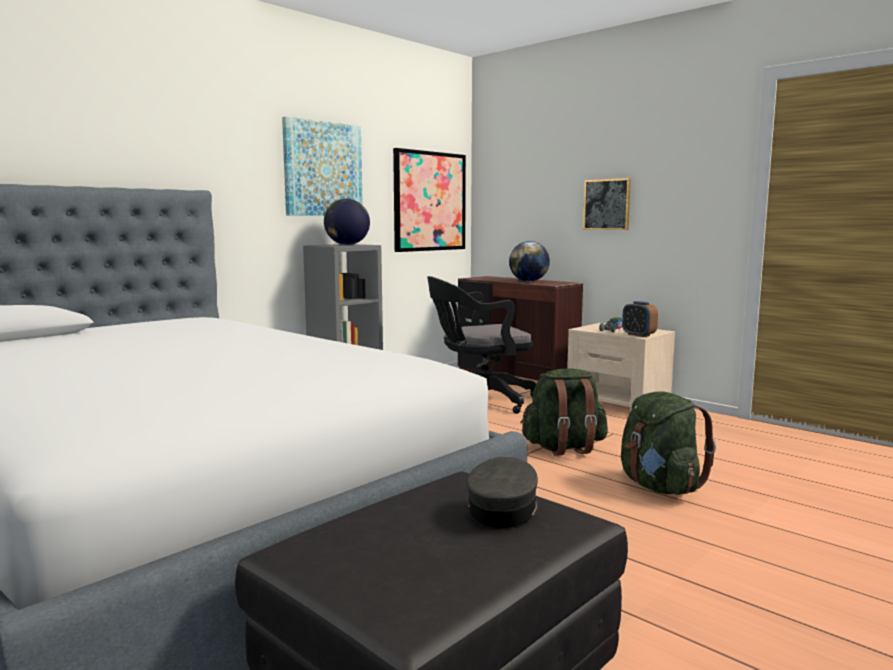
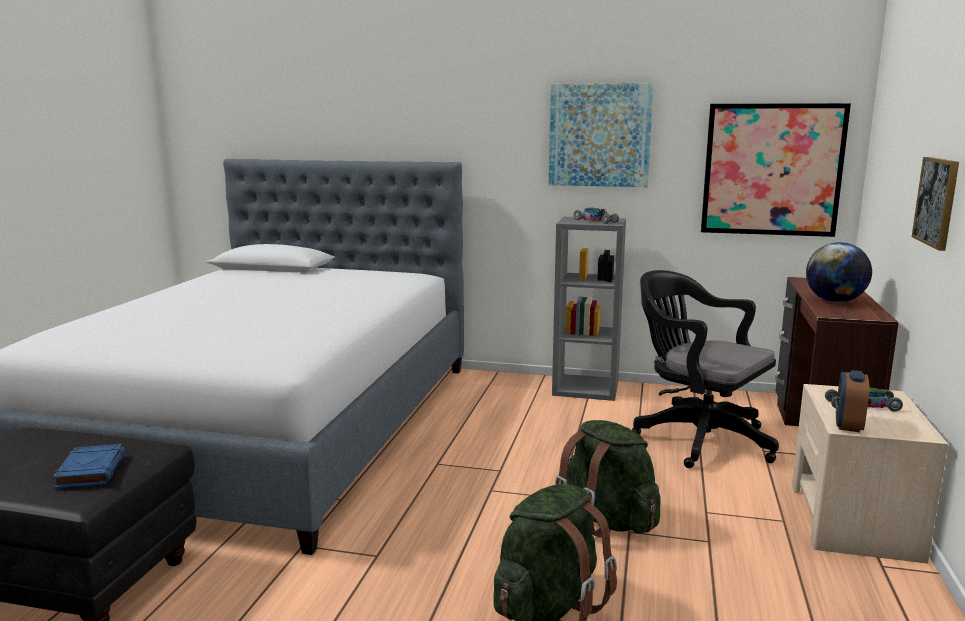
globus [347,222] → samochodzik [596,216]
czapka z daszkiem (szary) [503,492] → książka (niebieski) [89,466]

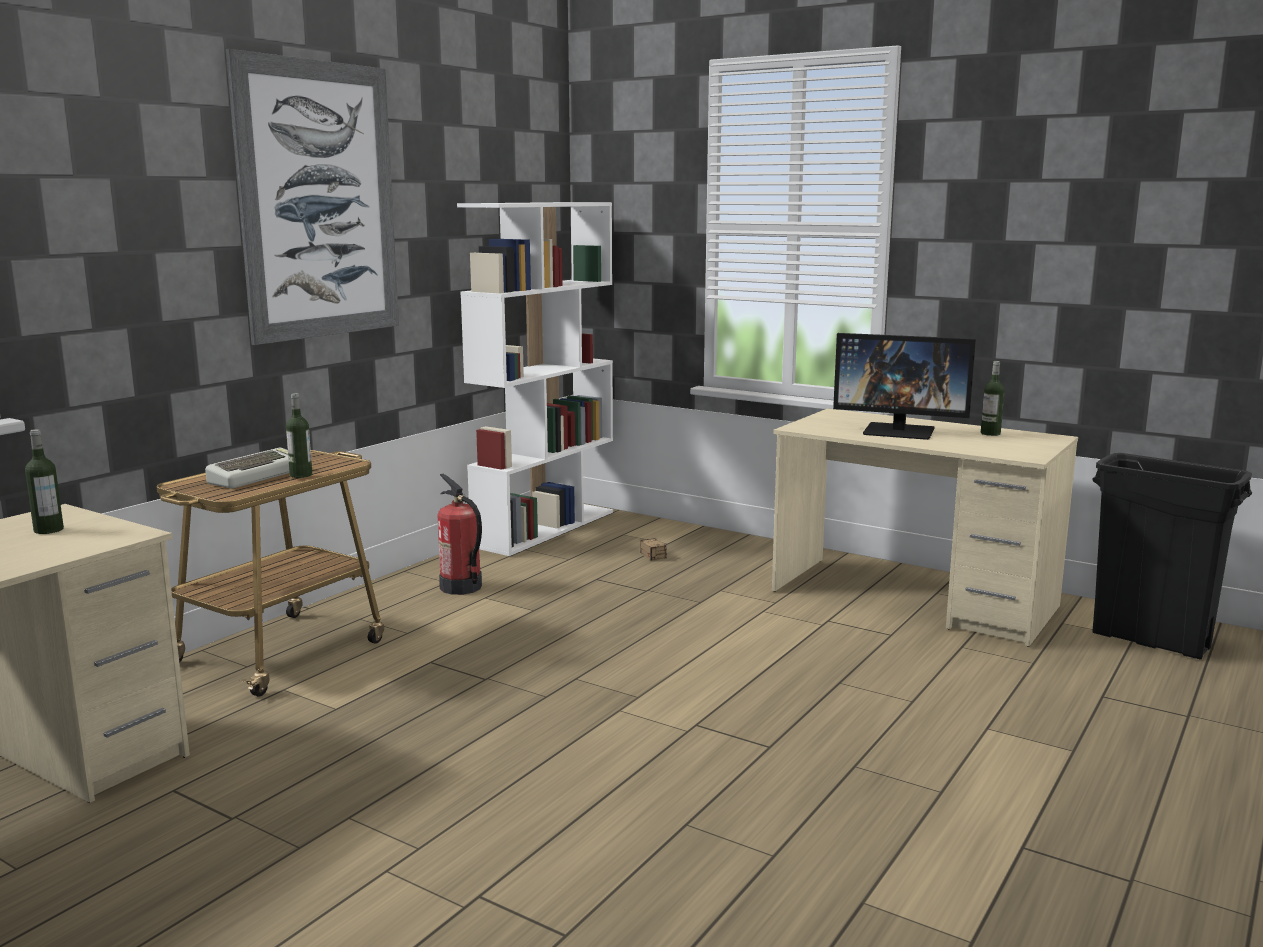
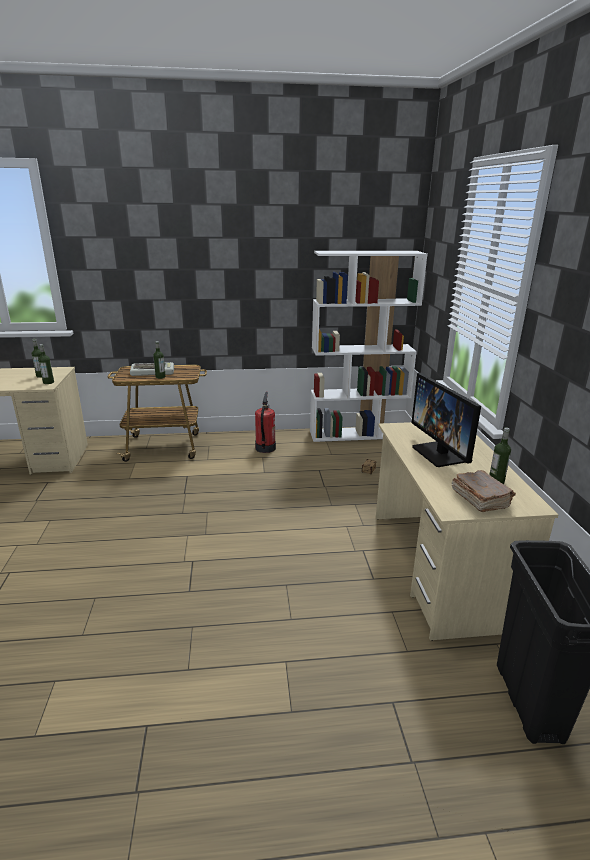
obraz [312,197] → -
- → butelka [46,364]
- → książka (brązowy) [484,491]

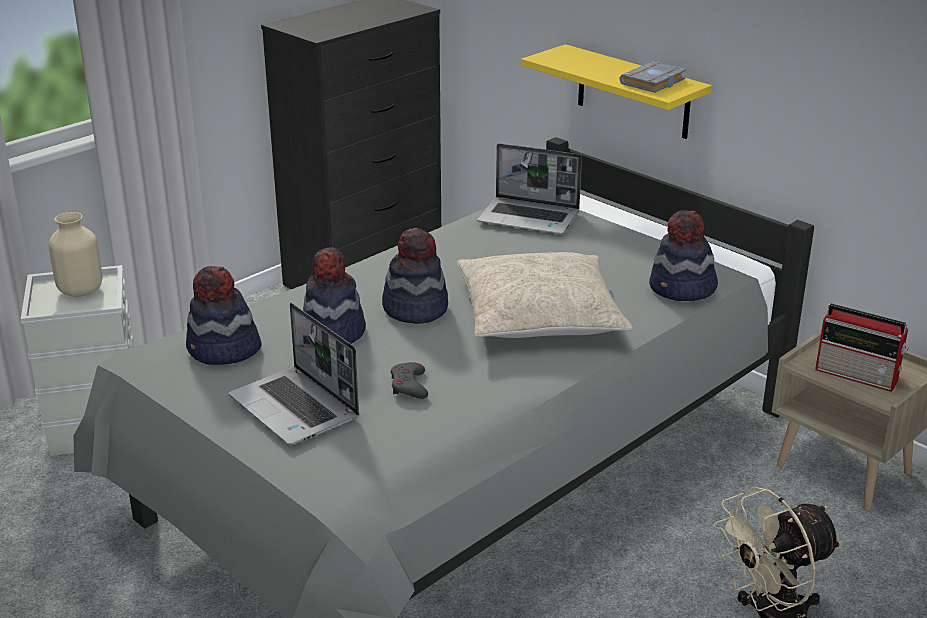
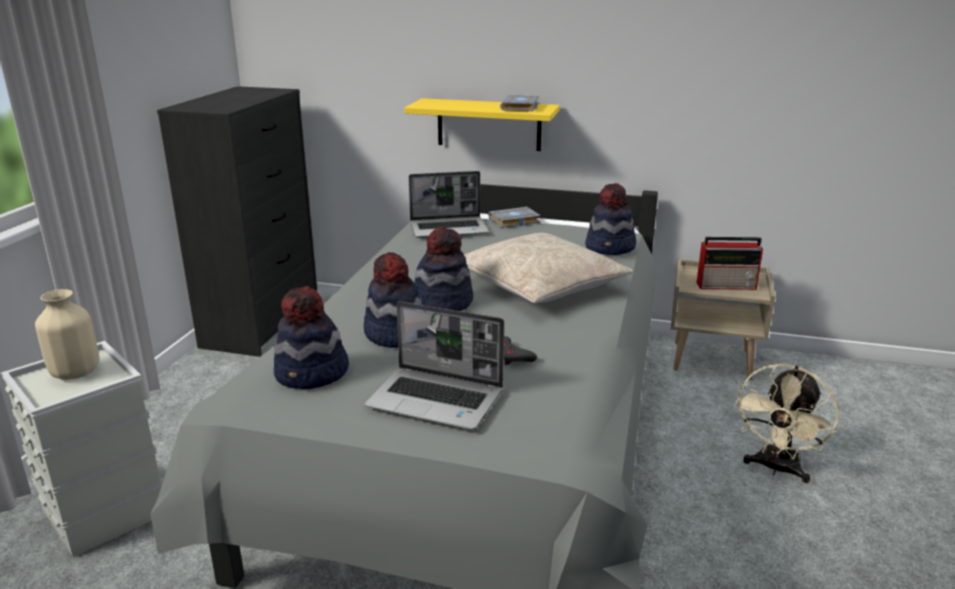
- → książka (szary) [514,217]

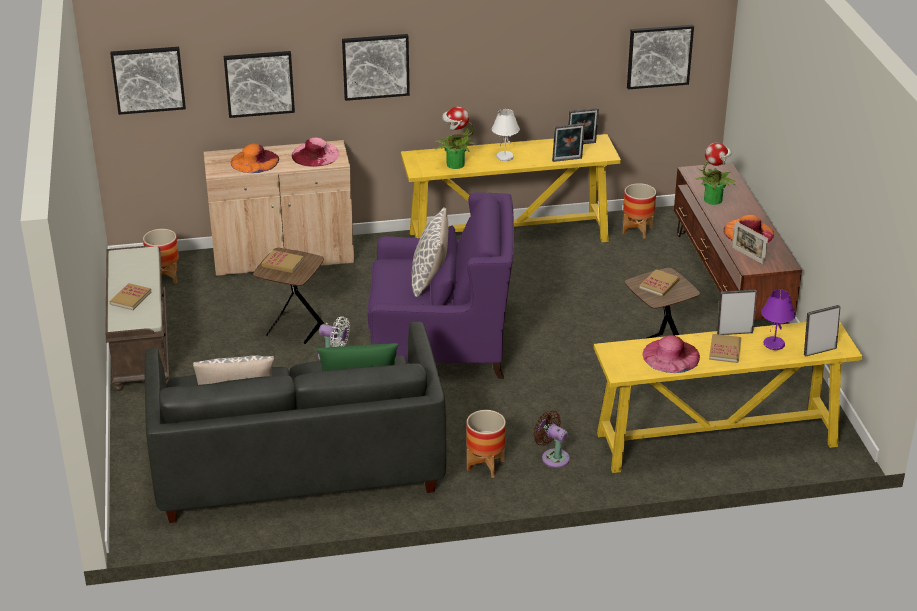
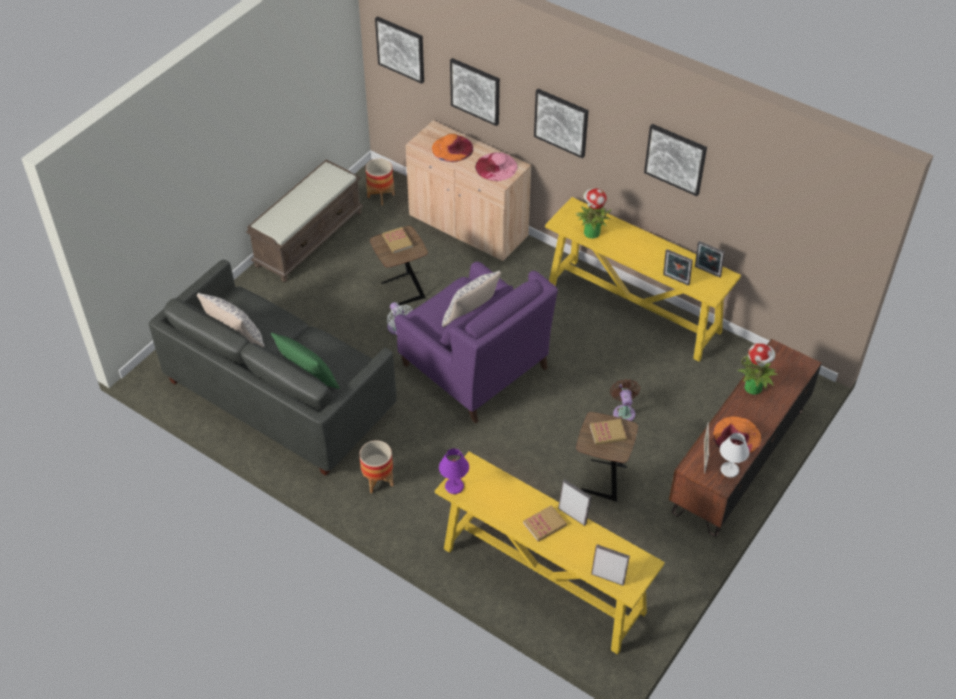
obraz [660,57] → obraz [675,160], shifted
lampa stołowa (biały) [506,135] → lampa stołowa (biały) [734,455], shifted
donica [639,211] → -
książka [130,296] → -
lampa stołowa (fioletowy) [778,319] → lampa stołowa (fioletowy) [454,471], shifted
kapelusz (różowy) [671,354] → -
wentylator (brązowy) [551,439] → wentylator (brązowy) [625,400], shifted

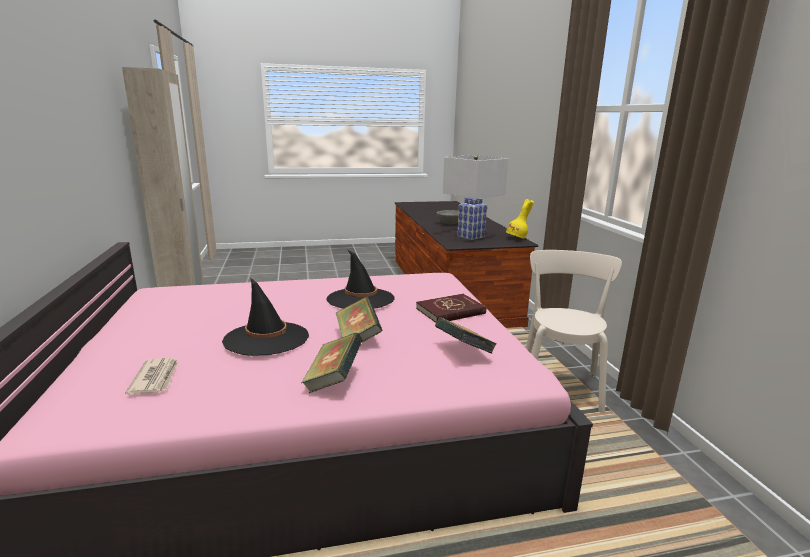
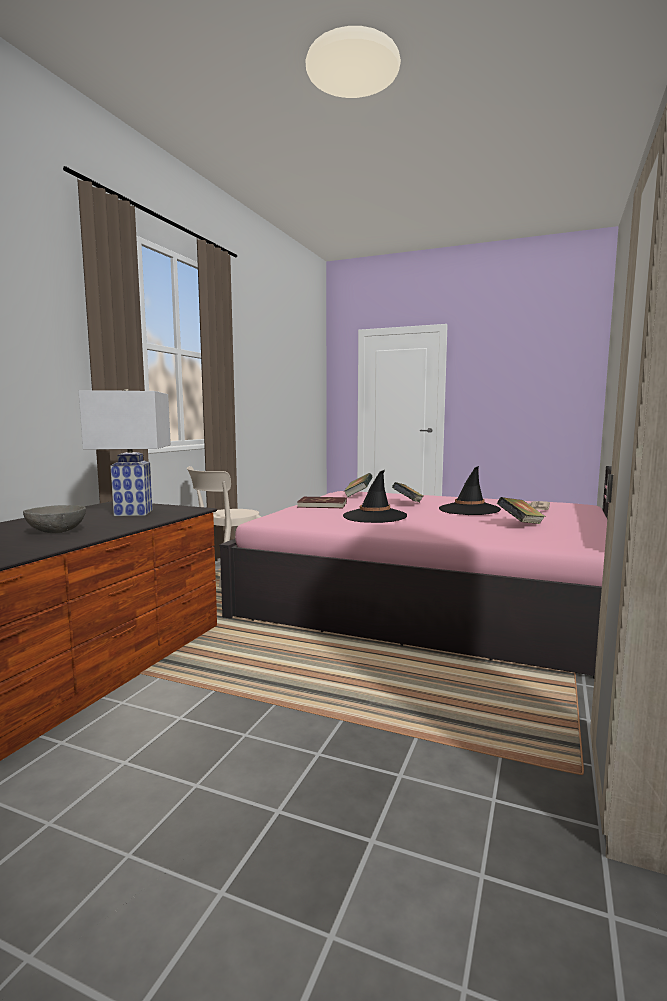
wazon (żółty) [520,219] → -
książka [332,362] → książka [521,510], shifted

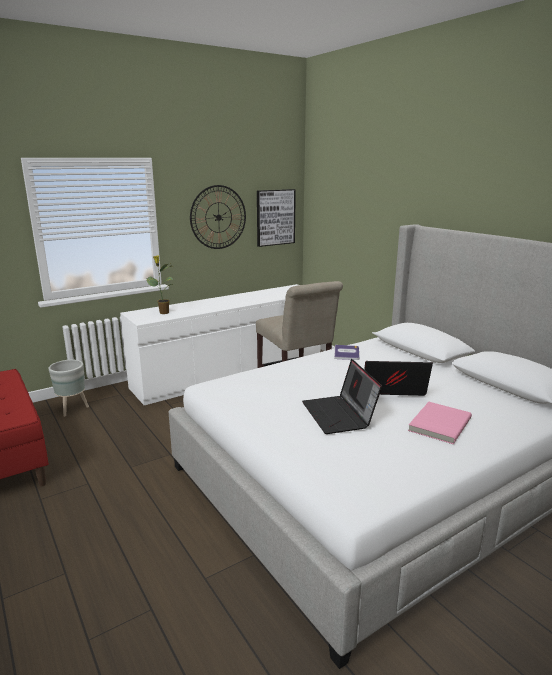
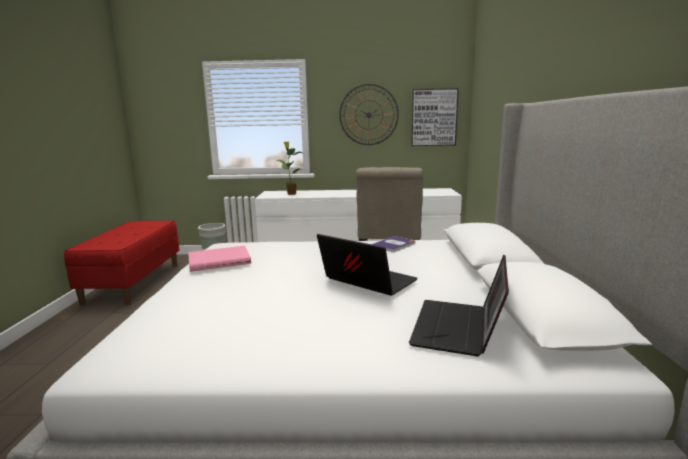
laptop [342,396] → laptop [459,305], shifted
książka (różowy) [440,423] → książka (różowy) [219,259], shifted

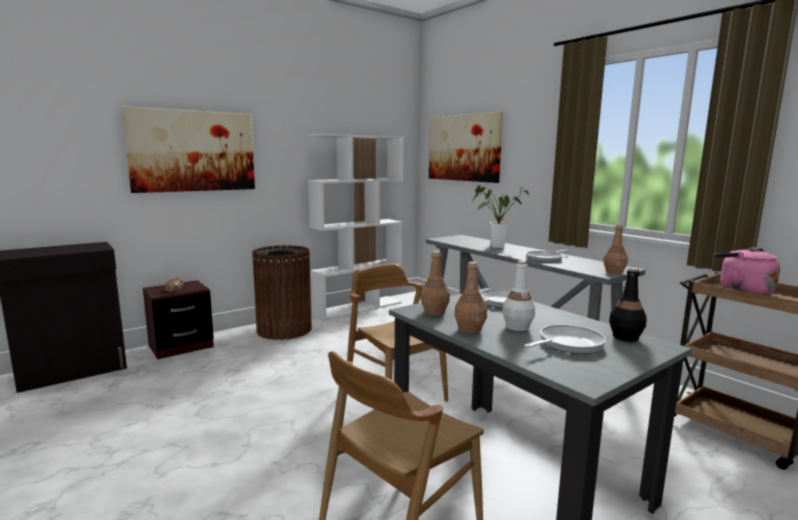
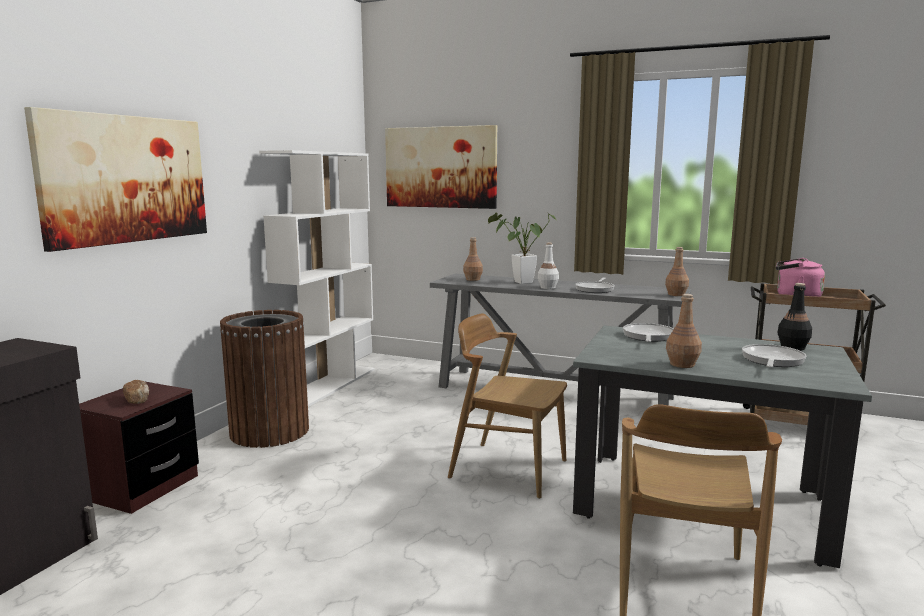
butelka (brązowy) [435,283] → butelka (brązowy) [473,259], shifted
butelka (biały) [518,295] → butelka (biały) [548,266], shifted

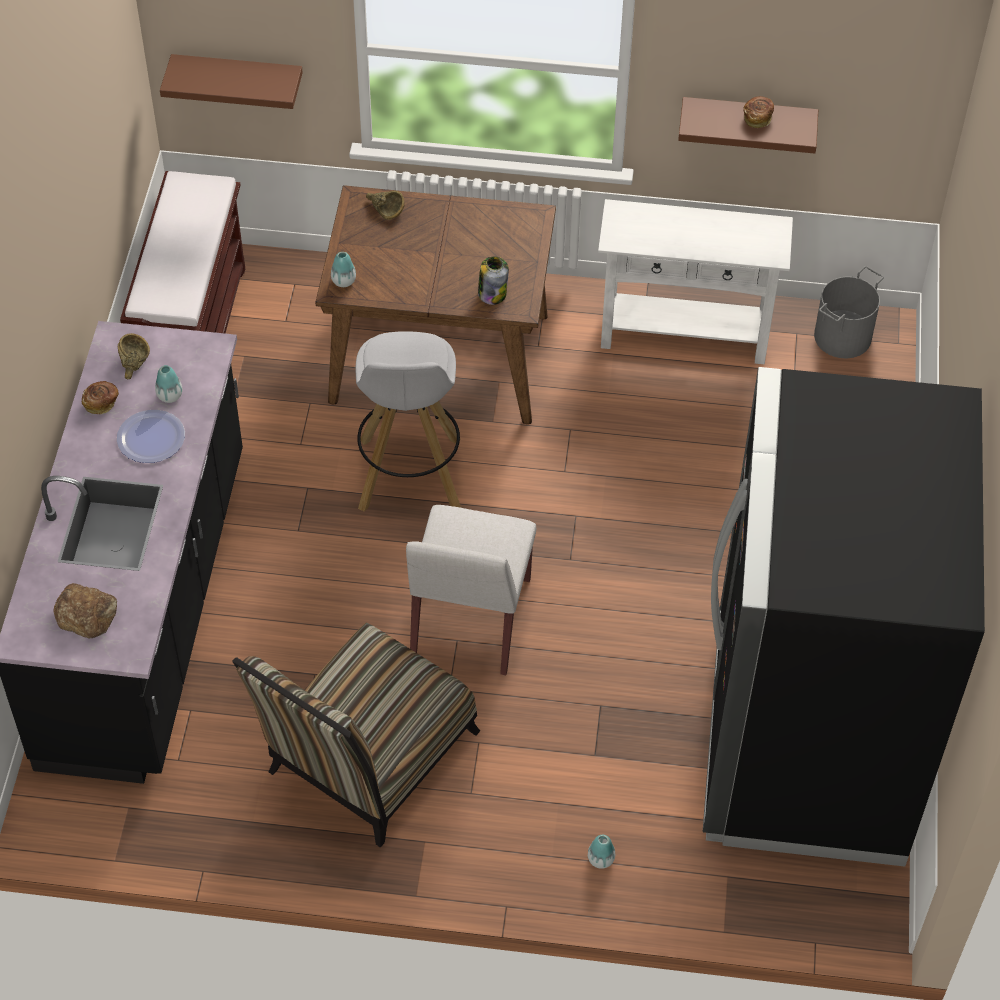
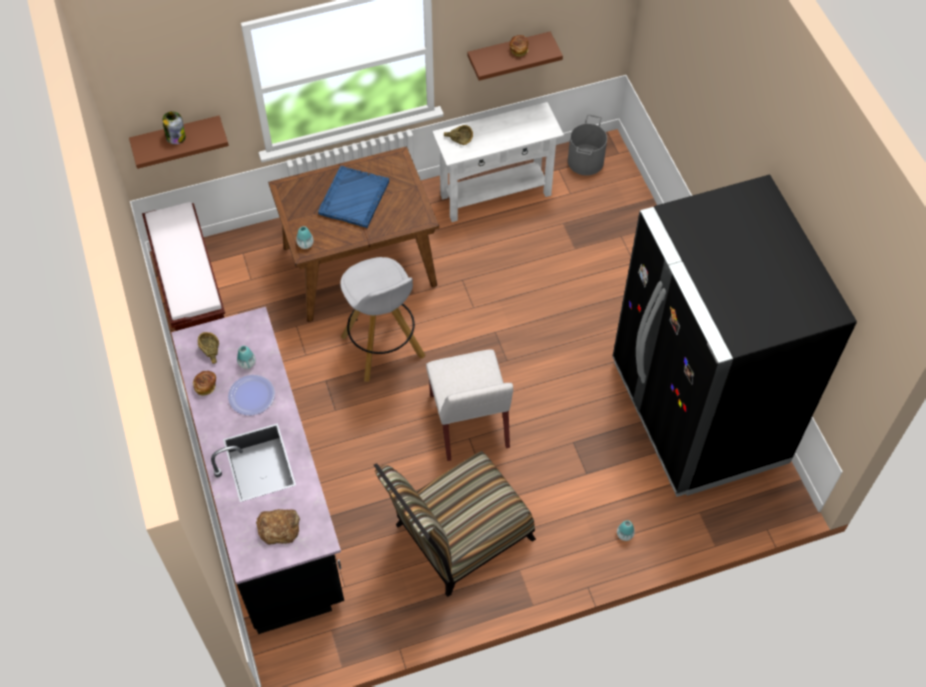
miska (brązowy) [385,205] → miska (brązowy) [458,135], shifted
słoik [493,280] → słoik [174,128], shifted
krzesło [356,735] → krzesło [455,524], 45 degrees clockwise
- → taca (niebieski) [353,197]

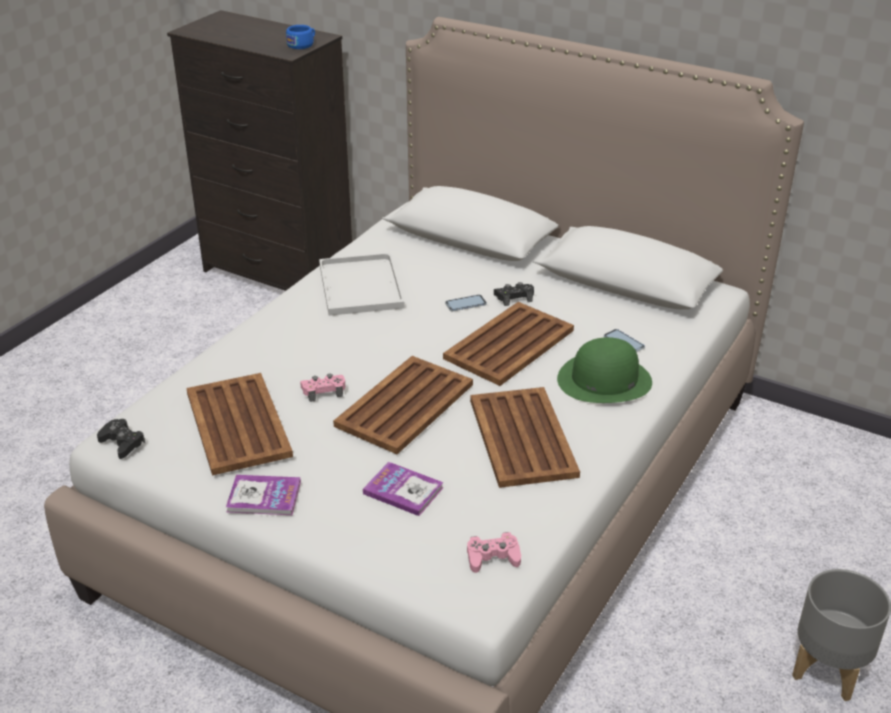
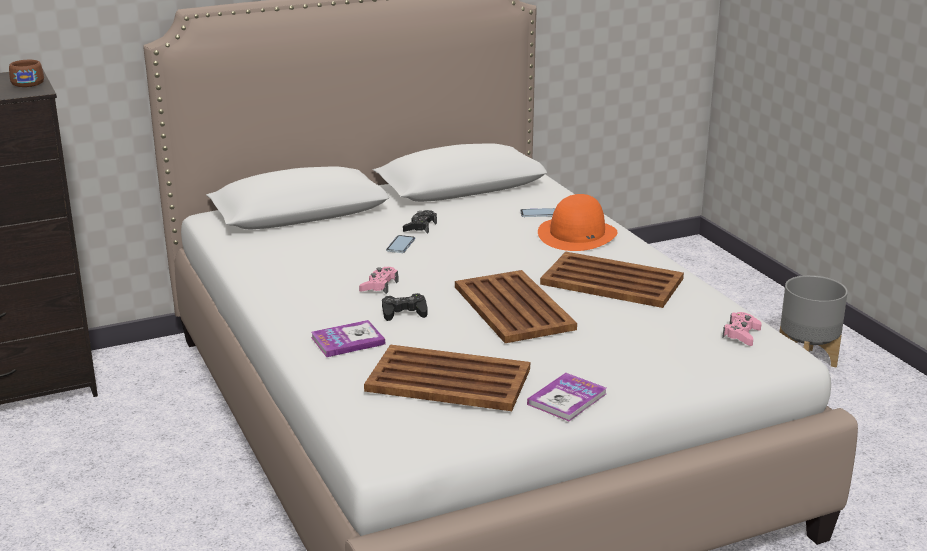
filiżanka (niebieski) [300,37] → filiżanka (brązowy) [26,73]
taca (biały) [362,284] → -
taca (brązowy) [508,344] → -
kapelusz (zielony) [604,370] → kapelusz (pomarańczowy) [578,222]
pad do gier (różowy) [322,388] → pad do gier (różowy) [379,280], shifted
pad do gier (czarny) [121,439] → pad do gier (czarny) [404,307], shifted
książka [403,489] → książka [348,338], shifted

